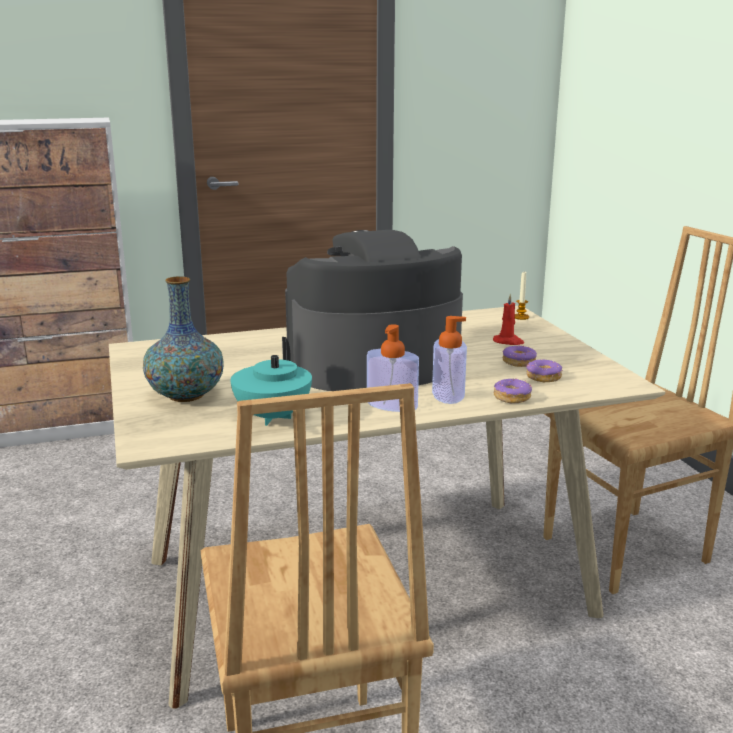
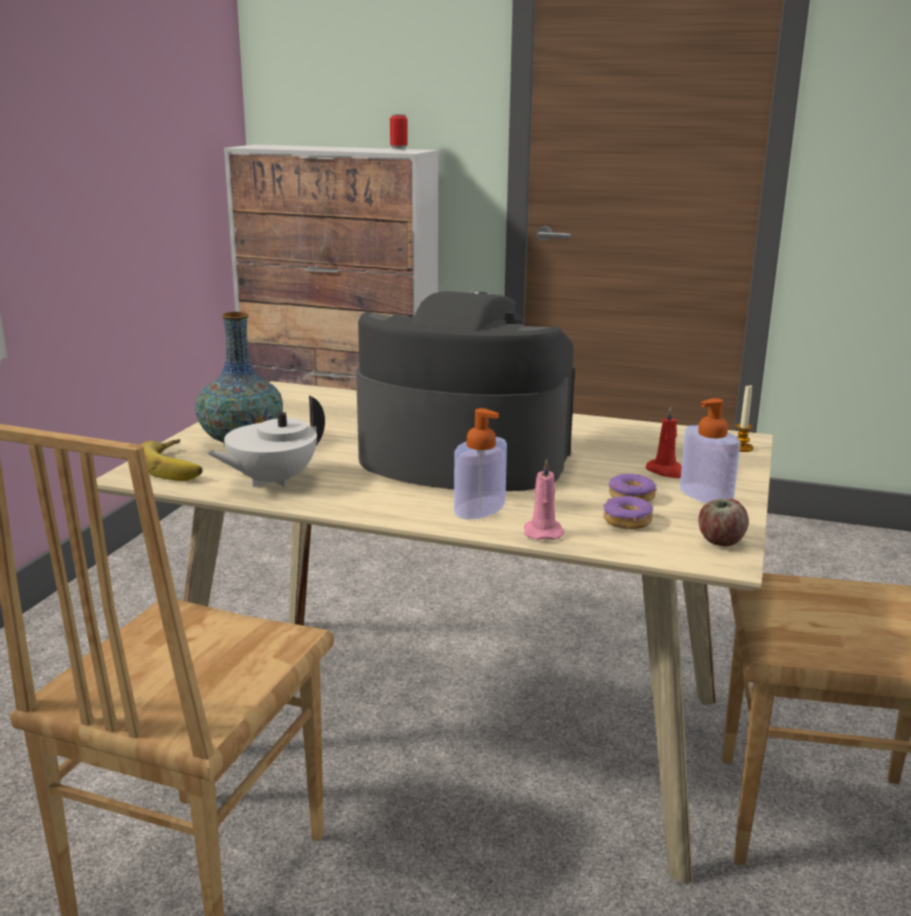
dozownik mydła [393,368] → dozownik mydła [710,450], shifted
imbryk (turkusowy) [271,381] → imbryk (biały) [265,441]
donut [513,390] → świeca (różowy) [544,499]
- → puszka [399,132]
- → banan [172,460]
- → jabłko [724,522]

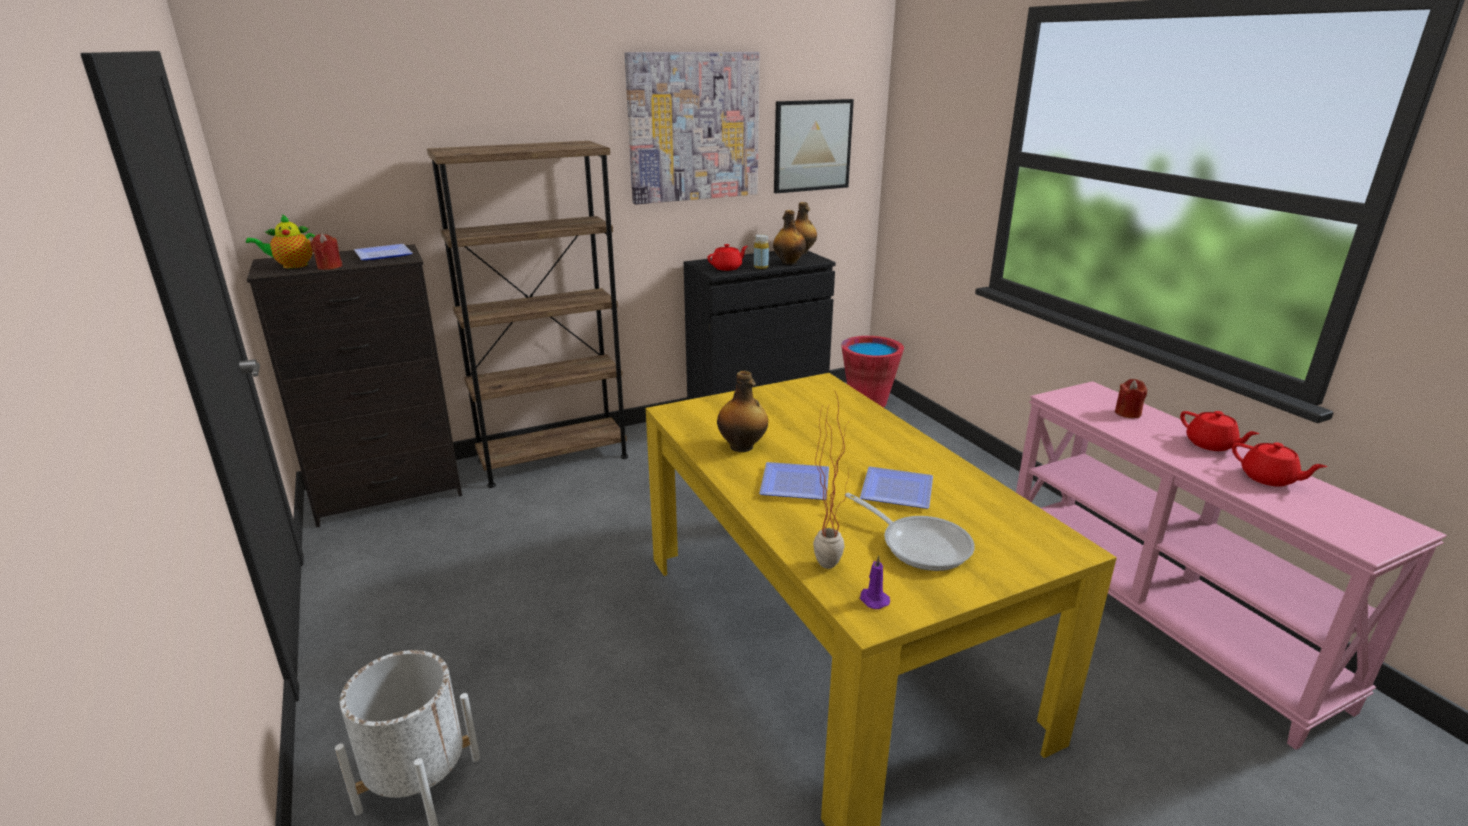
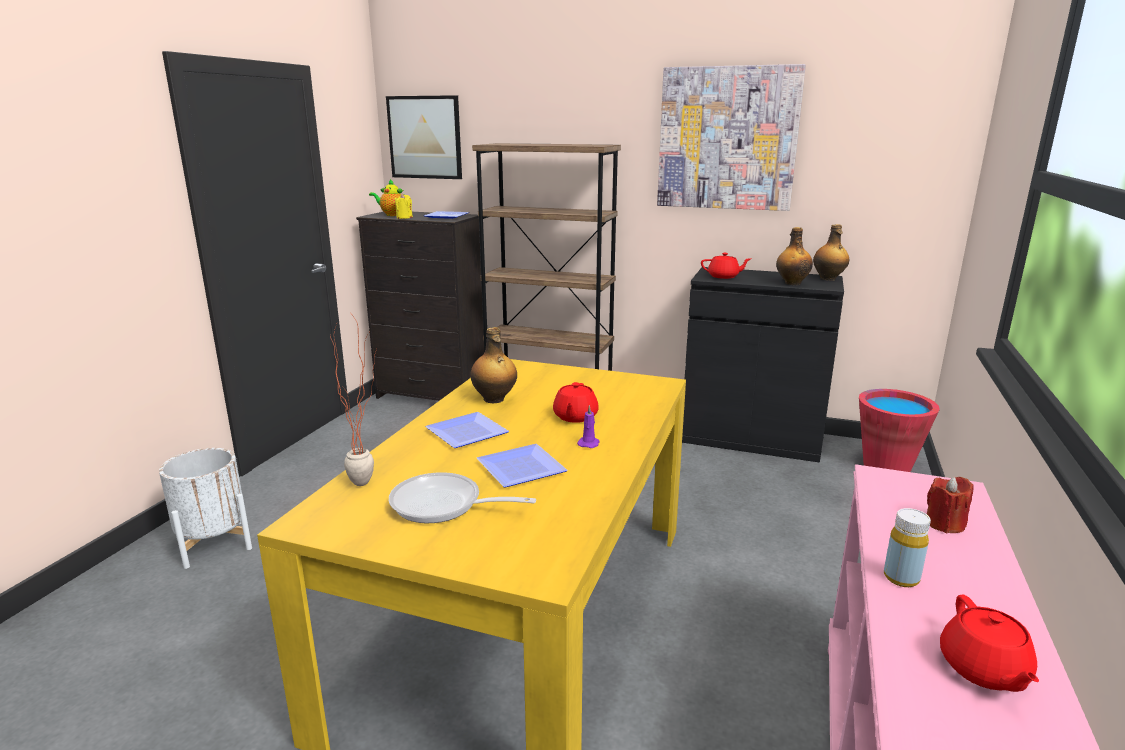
obraz [814,146] → obraz [424,137], shifted
świeca (czerwony) [326,251] → świeca (żółty) [403,206]
butelka (żółty) [761,251] → butelka (żółty) [907,547], shifted
imbryk (czerwony) [1219,431] → imbryk (czerwony) [576,402], shifted
patelnia [910,531] → patelnia [462,497], 105 degrees clockwise
świeca (fioletowy) [875,582] → świeca (fioletowy) [588,426], shifted

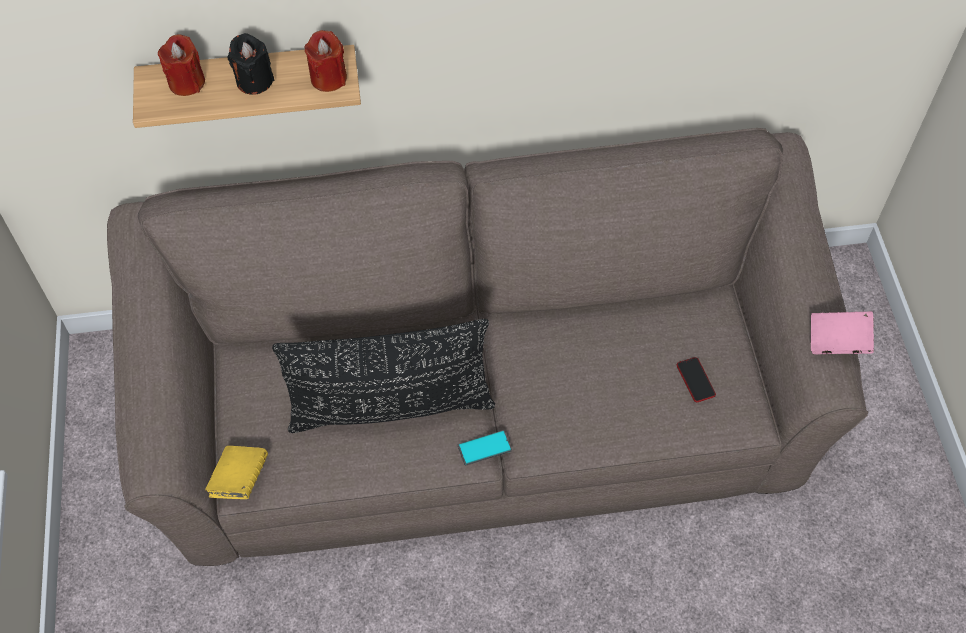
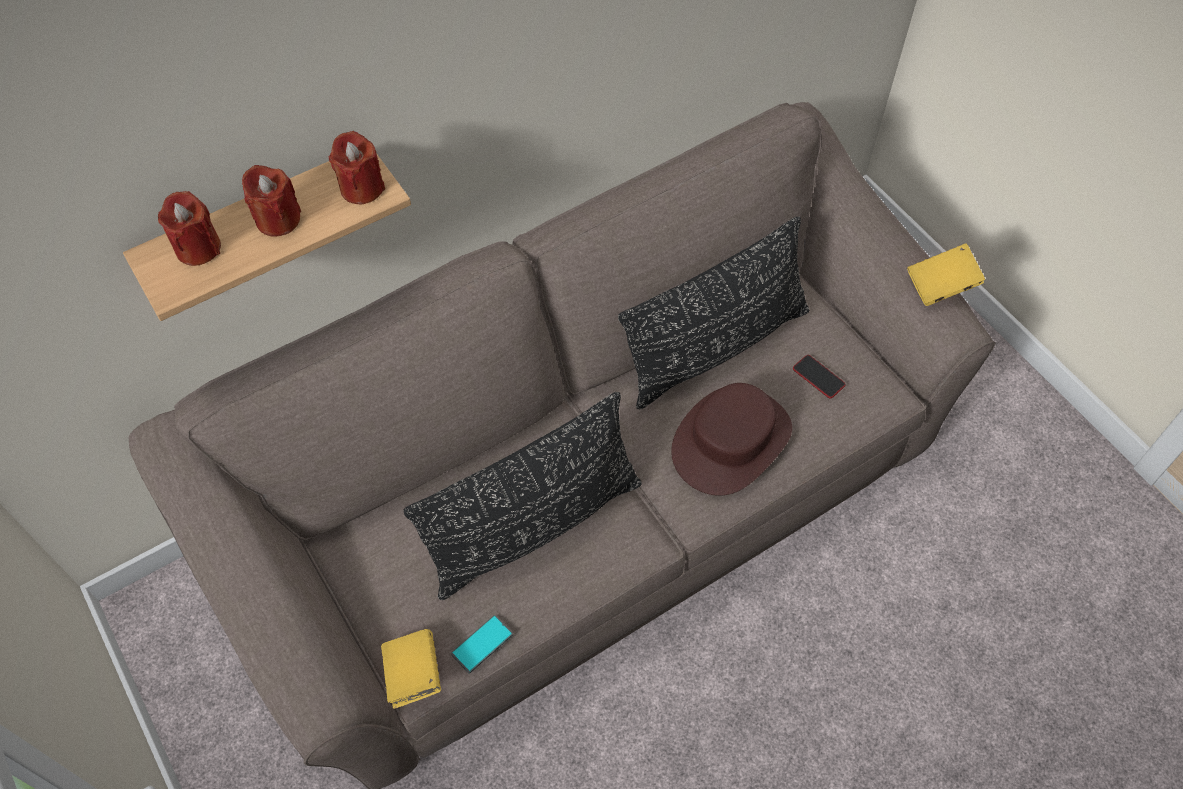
świeca (czarny) [250,64] → świeca (czerwony) [271,201]
książka (różowy) [842,332] → książka (żółty) [946,274]
telefon [485,448] → telefon [482,644], shifted
- → poduszka (czarny) [713,312]
- → kapelusz (brązowy) [731,439]

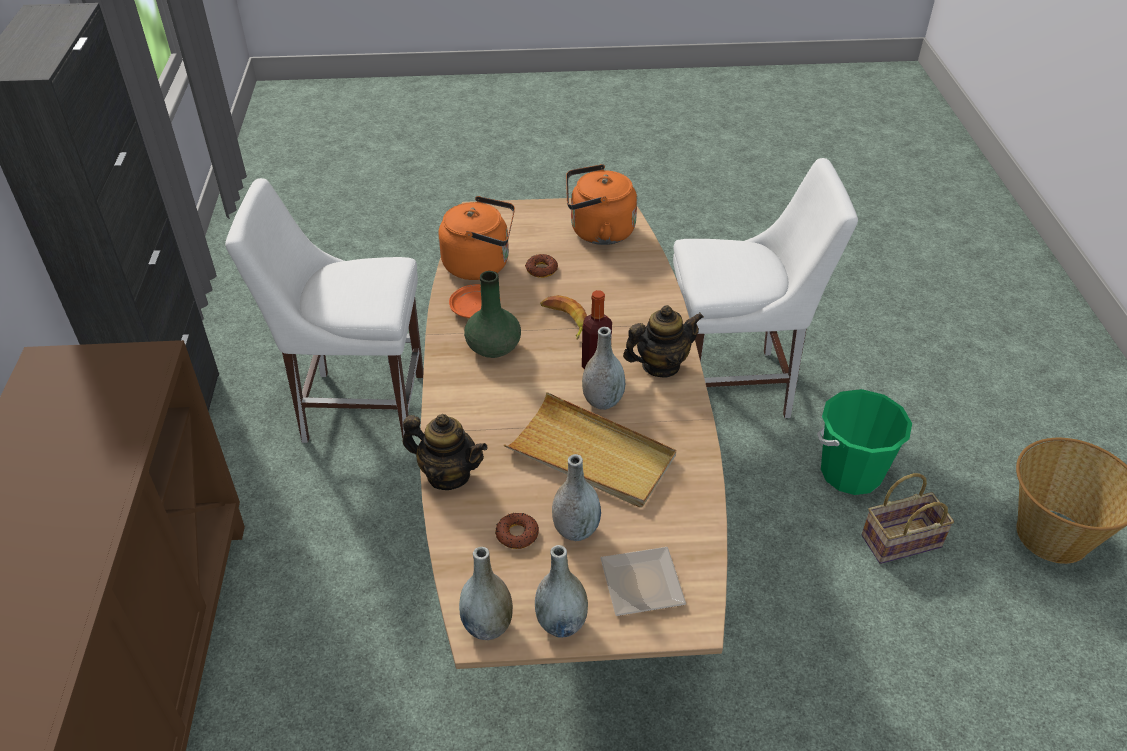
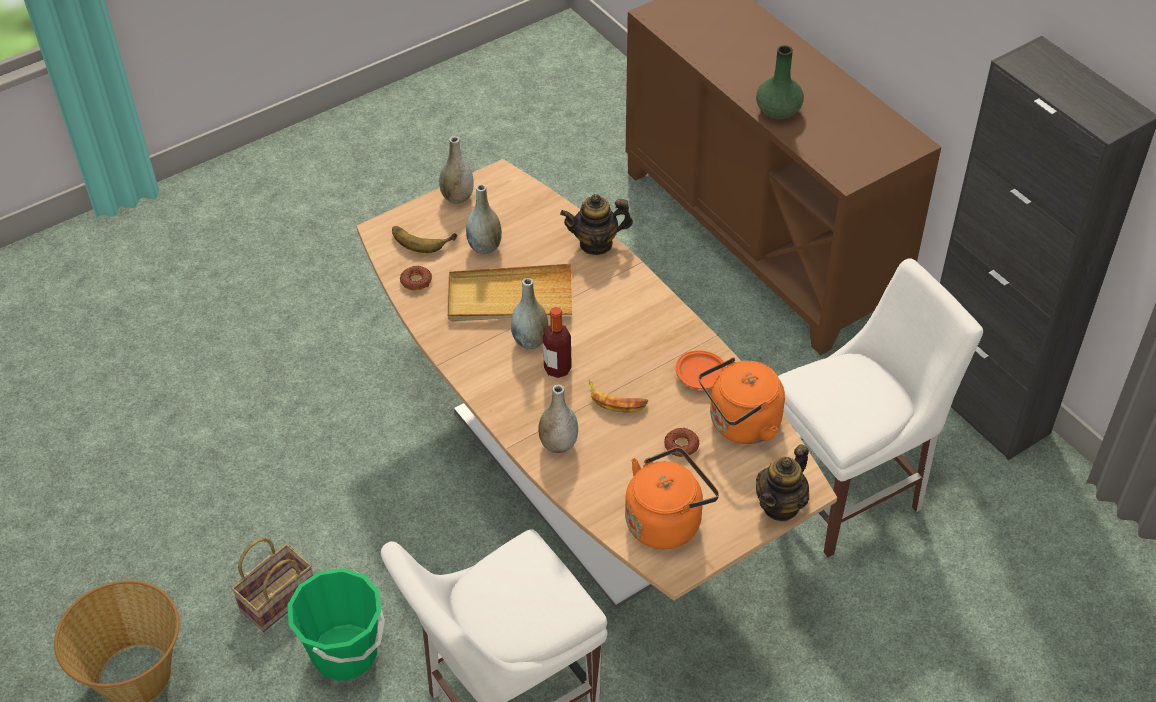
wazon (zielony) [492,314] → wazon (zielony) [780,82], shifted
imbryk [663,341] → imbryk [782,483], shifted
donut [517,531] → donut [416,278], shifted
wazon (szary) [486,593] → wazon (szary) [558,419], shifted
talerz [643,581] → banan [424,239]

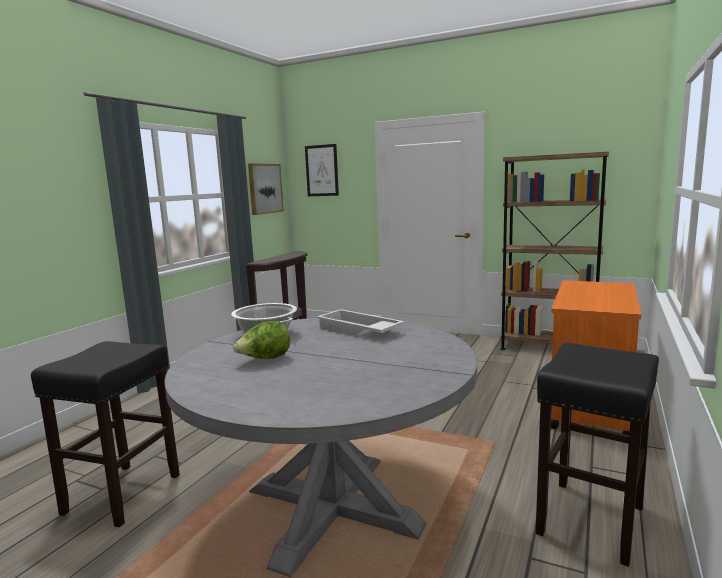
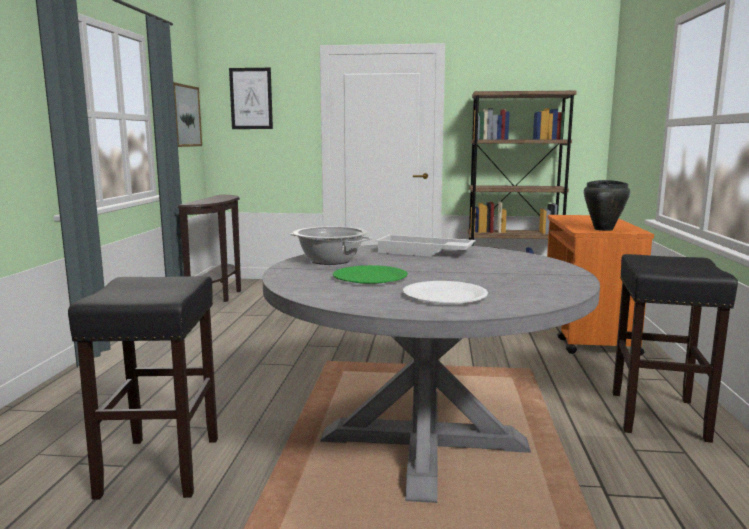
sałata [261,340] → talerz (zielony) [370,274]
- → garnek (czarny) [607,205]
- → talerz (biały) [445,292]

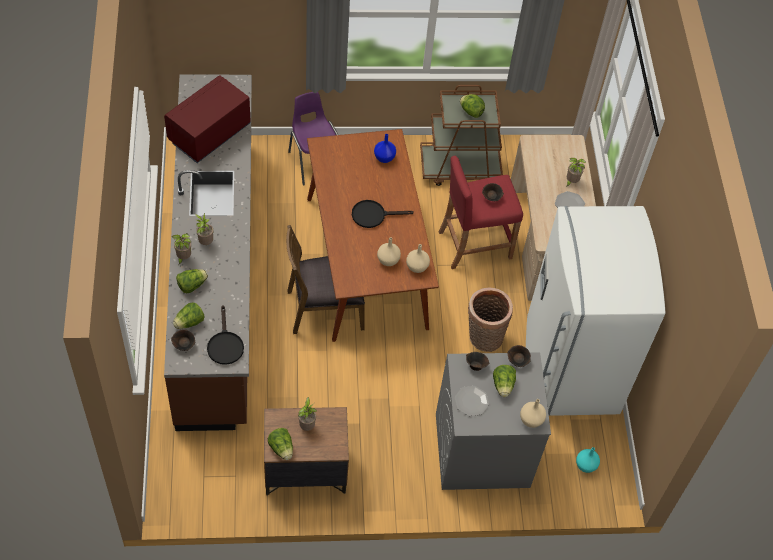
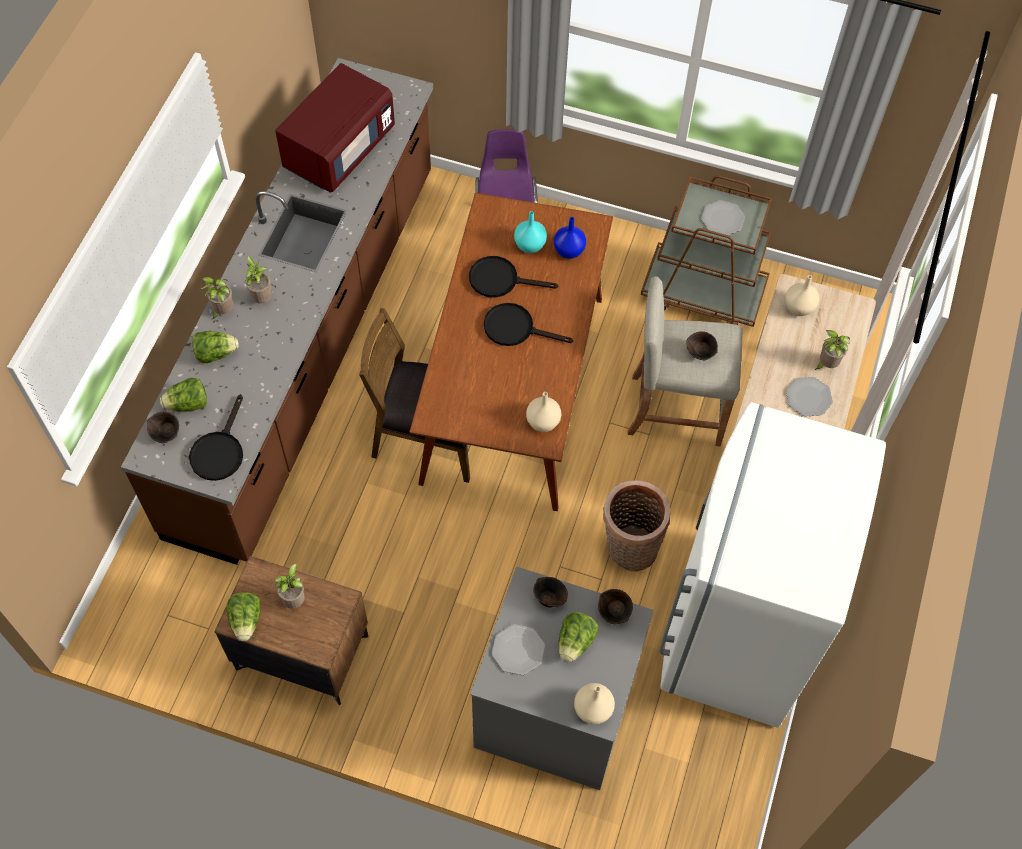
mikrofalówka (czerwony) [207,119] → mikrofalówka (czerwony) [335,127], 150 degrees clockwise
sałata [472,106] → talerz [723,217]
stołek (czerwony) [480,212] → stołek (beżowy) [685,361]
wazon (beżowy) [389,251] → wazon (beżowy) [802,295], shifted
wazon (turkusowy) [588,460] → wazon (turkusowy) [530,232], shifted
- → patelnia (czarny) [513,276]

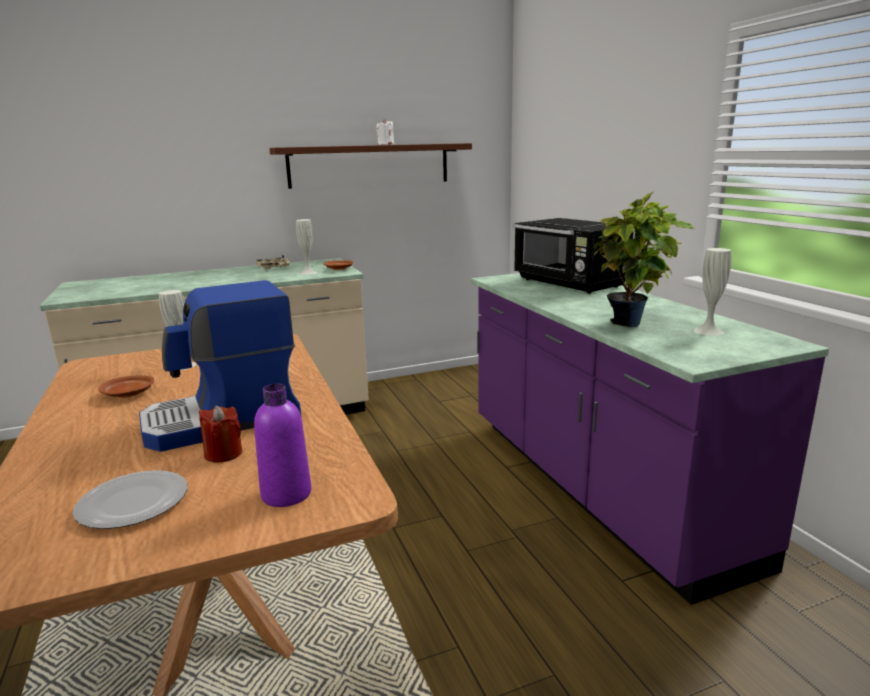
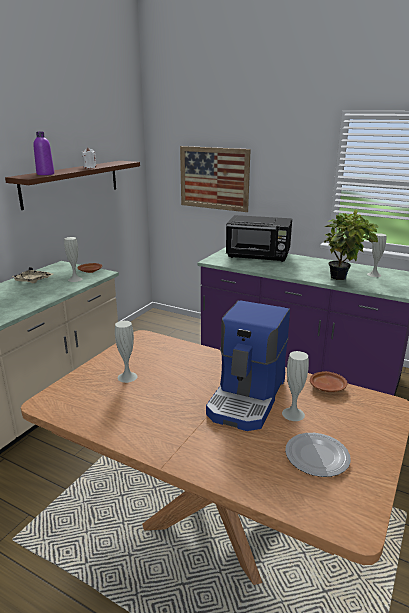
talerz (brązowy) [126,387] → talerz (brązowy) [328,381], shifted
butelka (fioletowy) [282,445] → butelka (fioletowy) [43,153], shifted
świeca (czerwony) [220,434] → wazon (biały) [295,386]
- → obraz [215,179]

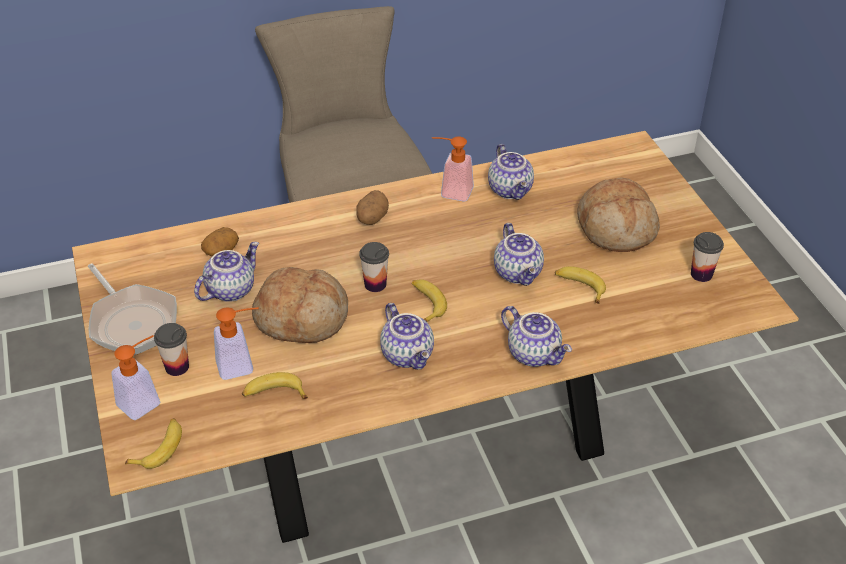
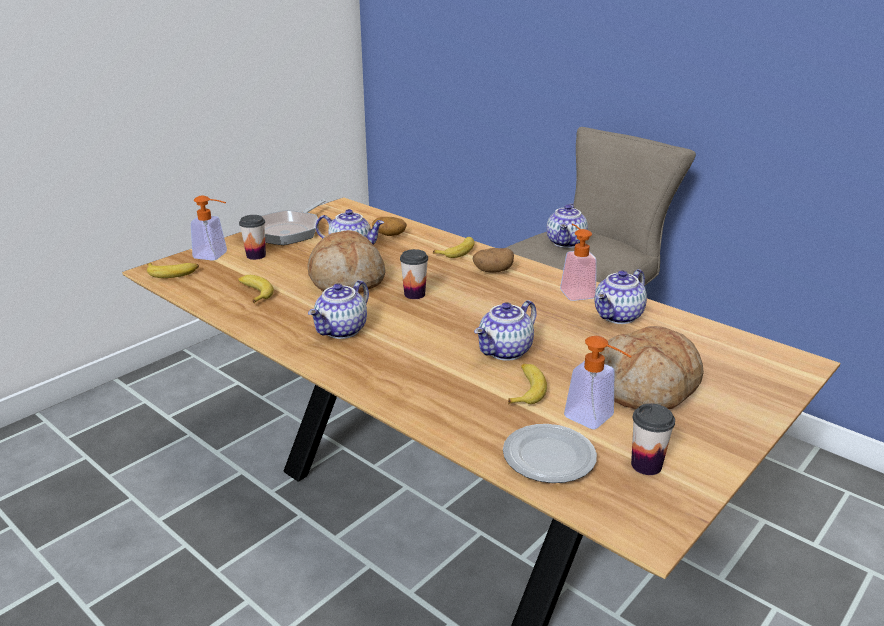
banan [429,300] → banan [454,247], shifted
imbryk [536,336] → imbryk [567,225], shifted
dozownik mydła [236,343] → dozownik mydła [598,382], shifted
- → talerz [550,453]

